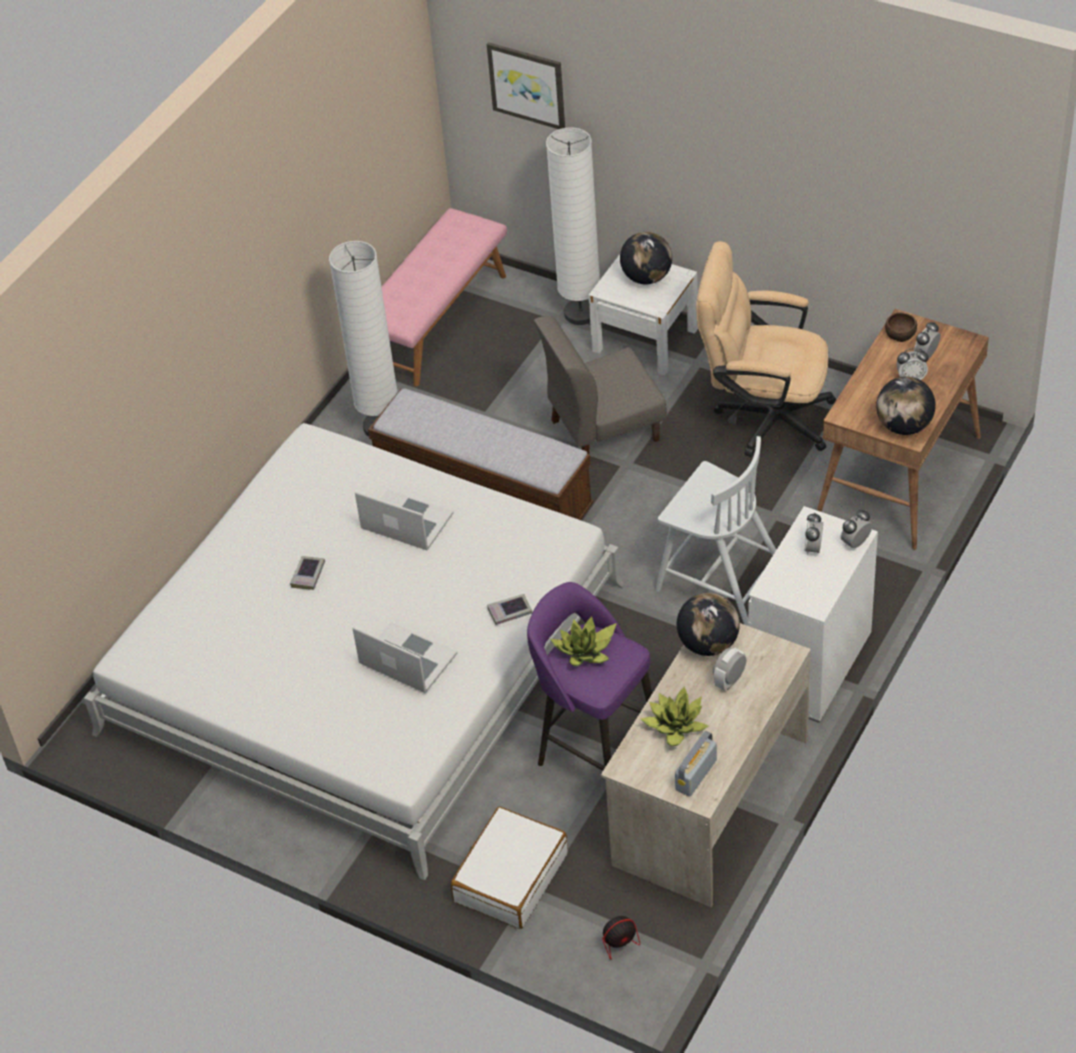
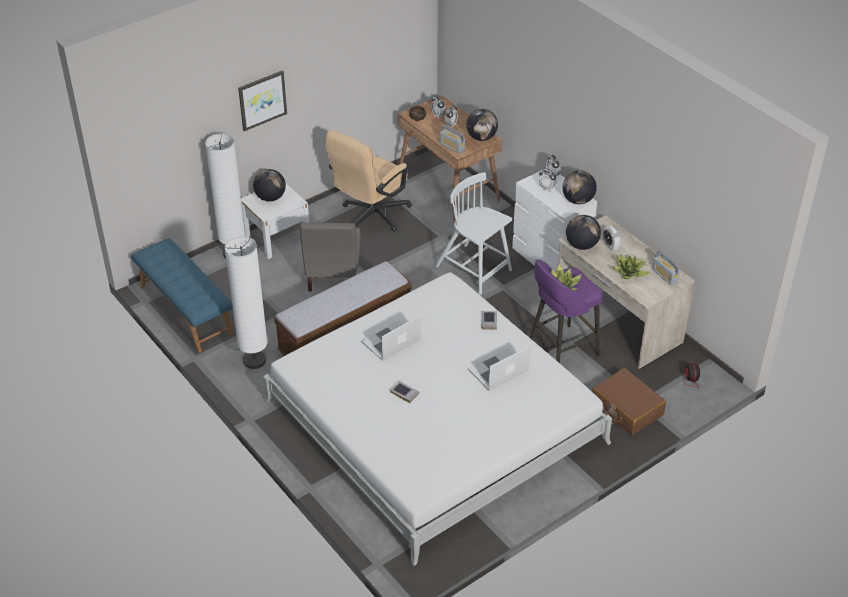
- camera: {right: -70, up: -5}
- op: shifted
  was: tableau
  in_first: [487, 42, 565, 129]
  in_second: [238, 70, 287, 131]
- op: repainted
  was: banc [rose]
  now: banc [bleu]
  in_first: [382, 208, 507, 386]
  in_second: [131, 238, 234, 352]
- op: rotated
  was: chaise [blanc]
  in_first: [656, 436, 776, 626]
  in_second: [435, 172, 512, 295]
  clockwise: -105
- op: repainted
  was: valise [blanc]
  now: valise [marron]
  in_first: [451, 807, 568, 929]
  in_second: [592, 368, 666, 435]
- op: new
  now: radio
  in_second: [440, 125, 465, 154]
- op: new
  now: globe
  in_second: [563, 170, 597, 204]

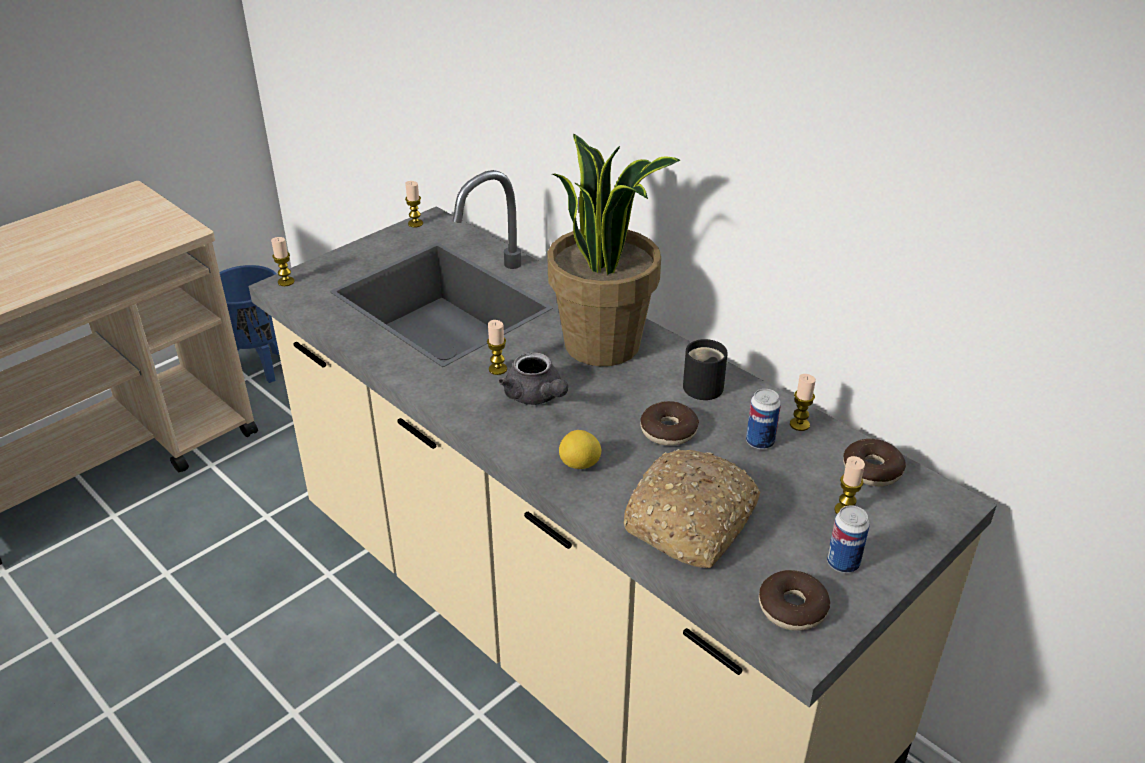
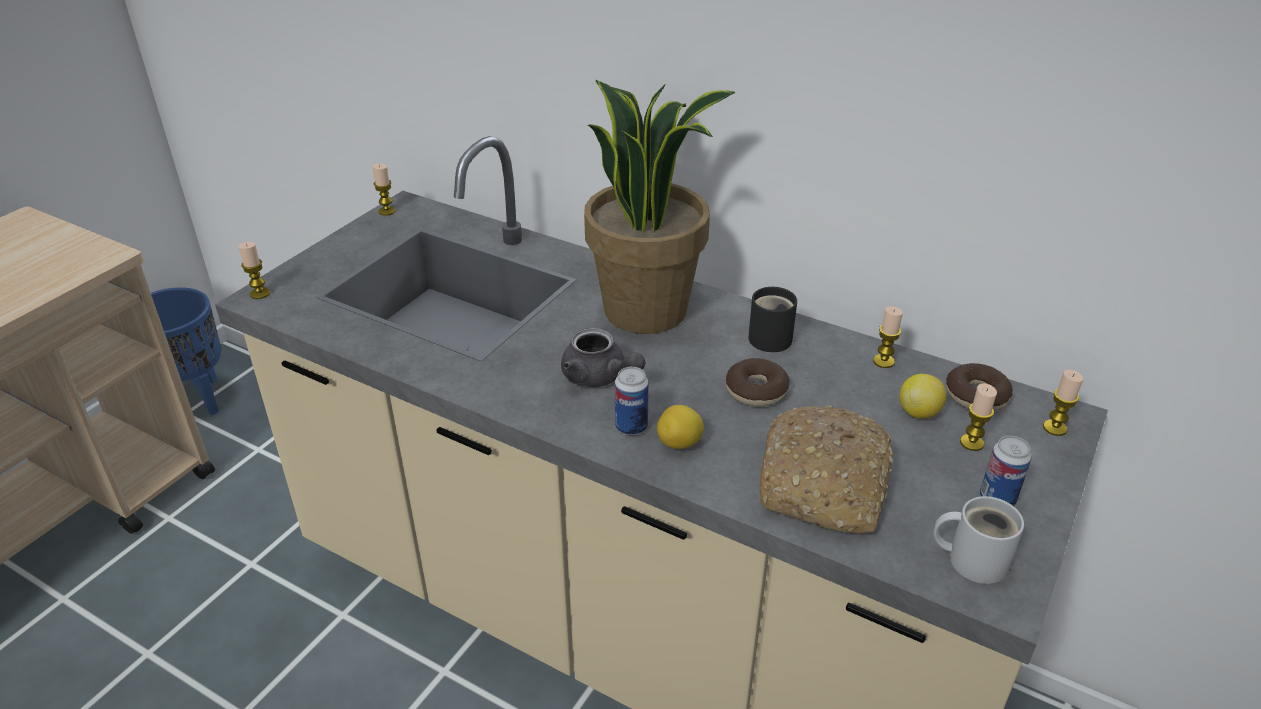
- camera: {right: -15, up: 0}
- op: shifted
  was: bougie
  in_first: [487, 320, 507, 375]
  in_second: [1043, 370, 1083, 436]
- op: shifted
  was: boîte métallique
  in_first: [746, 389, 781, 449]
  in_second: [615, 367, 649, 435]
- op: swapped
  was: beignet
  now: mug [blanc]
  in_first: [759, 570, 830, 631]
  in_second: [934, 496, 1024, 584]
- op: new
  now: citron
  in_second: [900, 374, 946, 419]

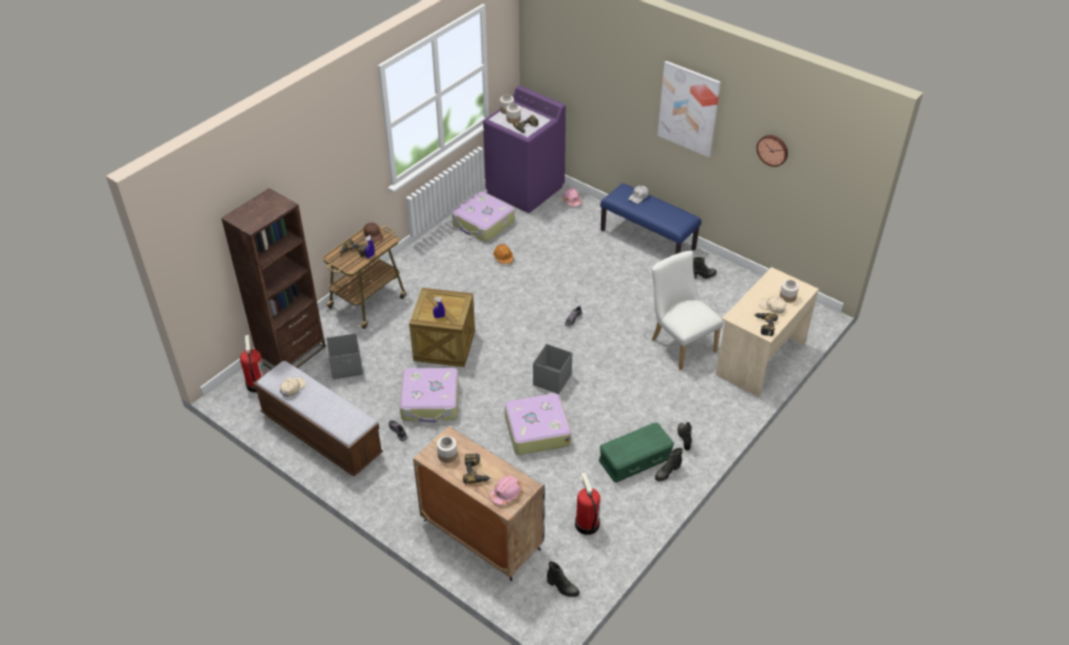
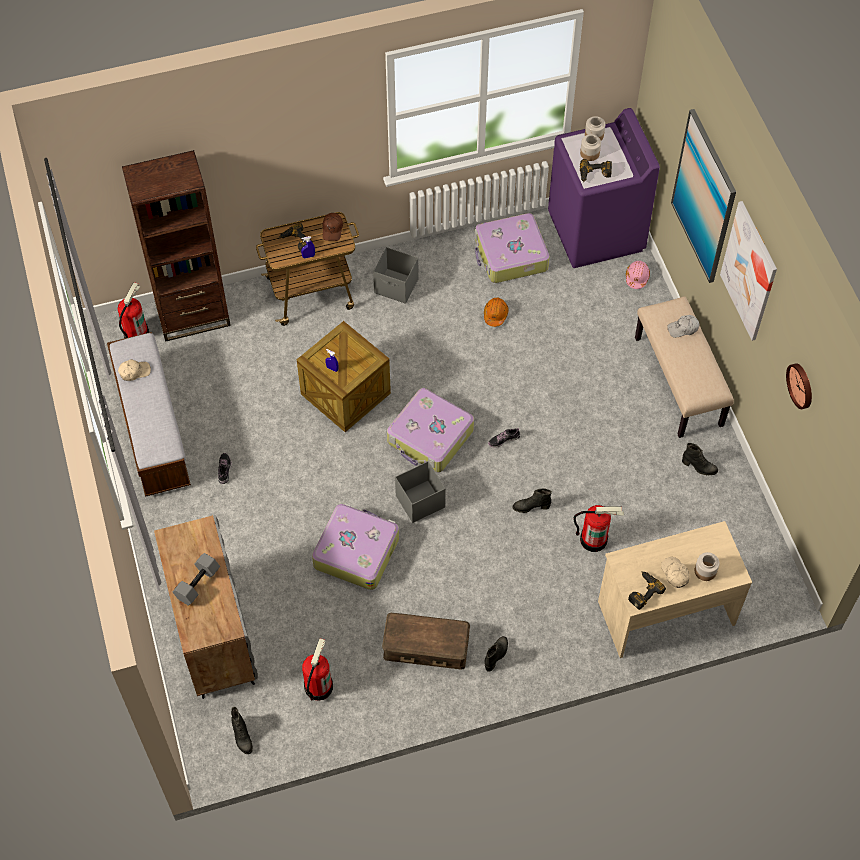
- camera: {right: 35, up: 15}
- op: repainted
  was: banc [bleu]
  now: banc [beige]
  in_first: [600, 183, 701, 254]
  in_second: [635, 296, 734, 438]
- op: swapped
  was: chaise [blanc]
  now: extincteur
  in_first: [652, 251, 723, 370]
  in_second: [573, 505, 624, 552]
- op: shifted
  was: boîte de rangement [gris]
  in_first: [326, 333, 363, 380]
  in_second: [373, 247, 419, 304]
- op: shifted
  was: valise
  in_first: [399, 368, 459, 423]
  in_second: [387, 388, 474, 473]
- op: repainted
  was: boîte de rangement [vert]
  now: boîte de rangement [marron]
  in_first: [599, 423, 674, 482]
  in_second: [382, 613, 470, 670]
- op: gone
  was: bocal
  in_first: [437, 436, 457, 463]
- op: shifted
  was: botte [noir]
  in_first: [655, 448, 683, 481]
  in_second: [513, 488, 552, 513]
- op: swapped
  was: perceuse
  now: haltère [gris]
  in_first: [463, 454, 491, 484]
  in_second: [173, 553, 220, 605]
- op: gone
  was: casque de chantier [rose]
  in_first: [490, 475, 522, 505]
- op: new
  now: tableau
  in_second: [671, 109, 736, 283]

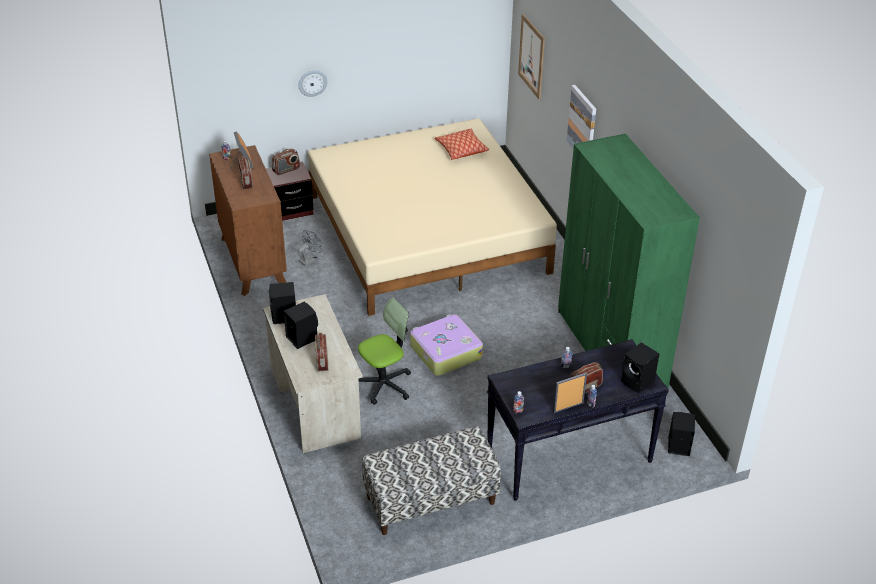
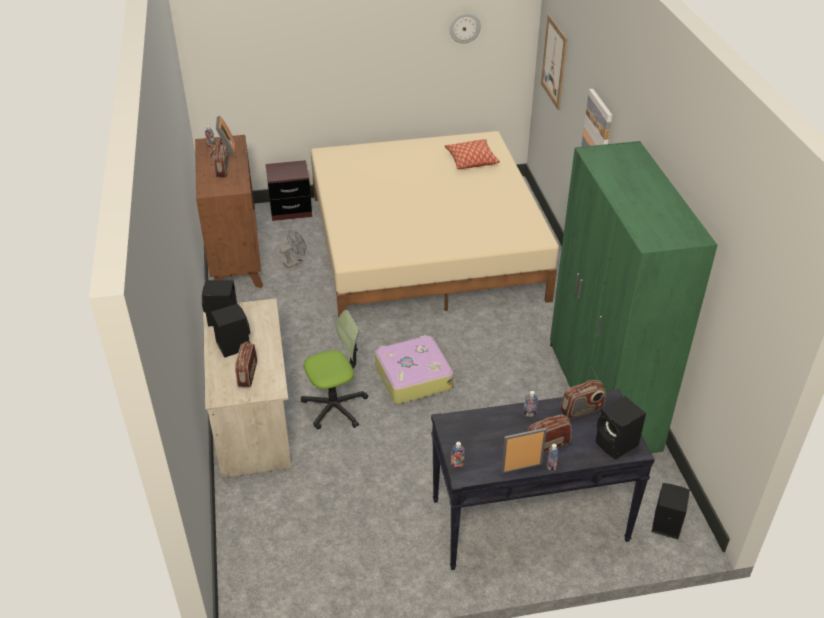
- camera: {right: 10, up: 0}
- op: shifted
  was: horloge murale
  in_first: [298, 70, 327, 97]
  in_second: [450, 13, 481, 44]
- op: shifted
  was: radio
  in_first: [272, 149, 300, 175]
  in_second: [560, 380, 606, 419]
- op: gone
  was: banc
  in_first: [362, 426, 501, 535]

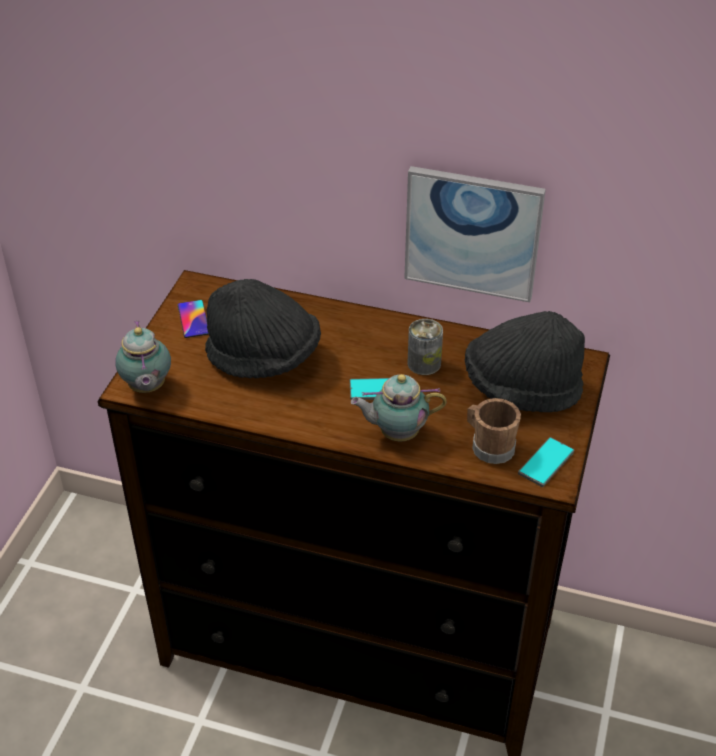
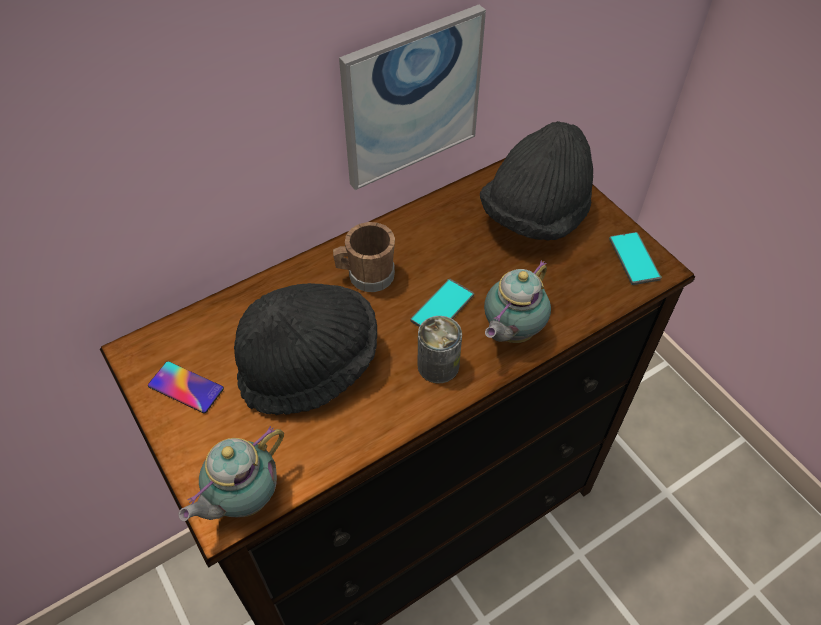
- camera: {right: -50, up: 10}
- op: shifted
  was: boîte métallique
  in_first: [407, 319, 443, 375]
  in_second: [418, 316, 462, 384]
- op: rotated
  was: théière
  in_first: [115, 320, 171, 393]
  in_second: [179, 426, 284, 521]
  clockwise: 105
- op: shifted
  was: mug [marron]
  in_first: [467, 398, 521, 464]
  in_second: [333, 222, 395, 292]

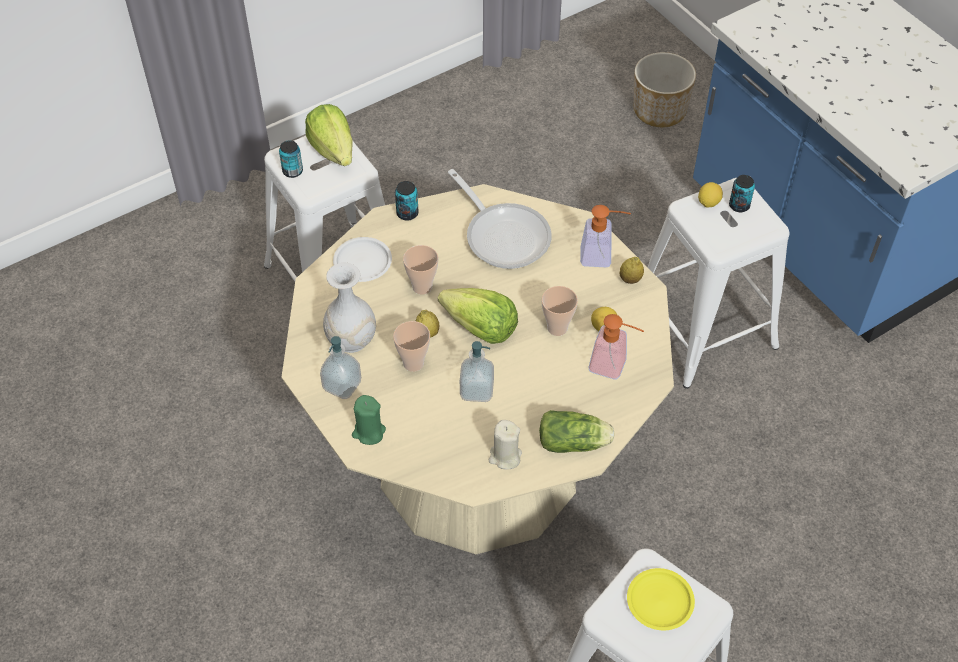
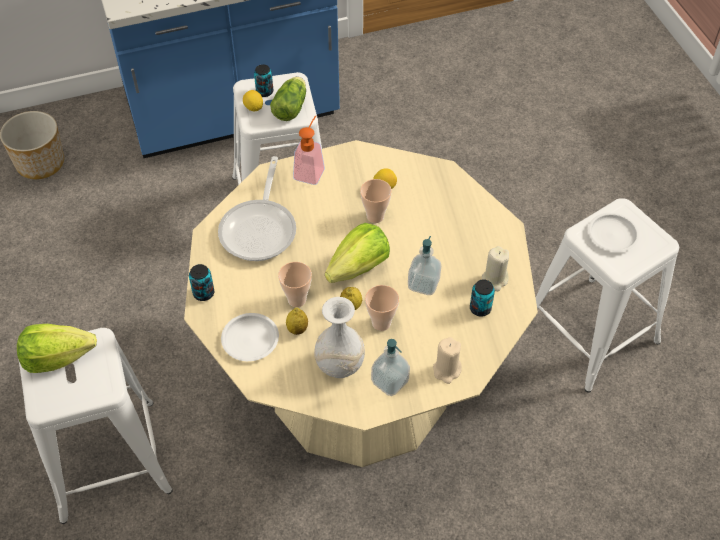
- camera: {right: -75, up: 0}
- op: shifted
  was: boîte métallique
  in_first: [279, 140, 303, 178]
  in_second: [470, 279, 495, 317]
- op: rotated
  was: poêle
  in_first: [448, 169, 552, 269]
  in_second: [218, 156, 296, 261]
  clockwise: 120
- op: shifted
  was: citron
  in_first: [620, 257, 644, 284]
  in_second: [286, 308, 308, 335]
- op: gone
  was: distributeur de savon
  in_first: [589, 314, 644, 379]
- op: repainted
  was: bougie [vert]
  now: bougie [beige]
  in_first: [352, 395, 386, 445]
  in_second: [433, 337, 462, 384]
- op: shifted
  was: laitue
  in_first: [539, 410, 615, 453]
  in_second: [270, 77, 306, 121]
- op: repainted
  was: assiette [jaune]
  now: assiette [blanc]
  in_first: [627, 568, 695, 630]
  in_second: [588, 213, 639, 252]

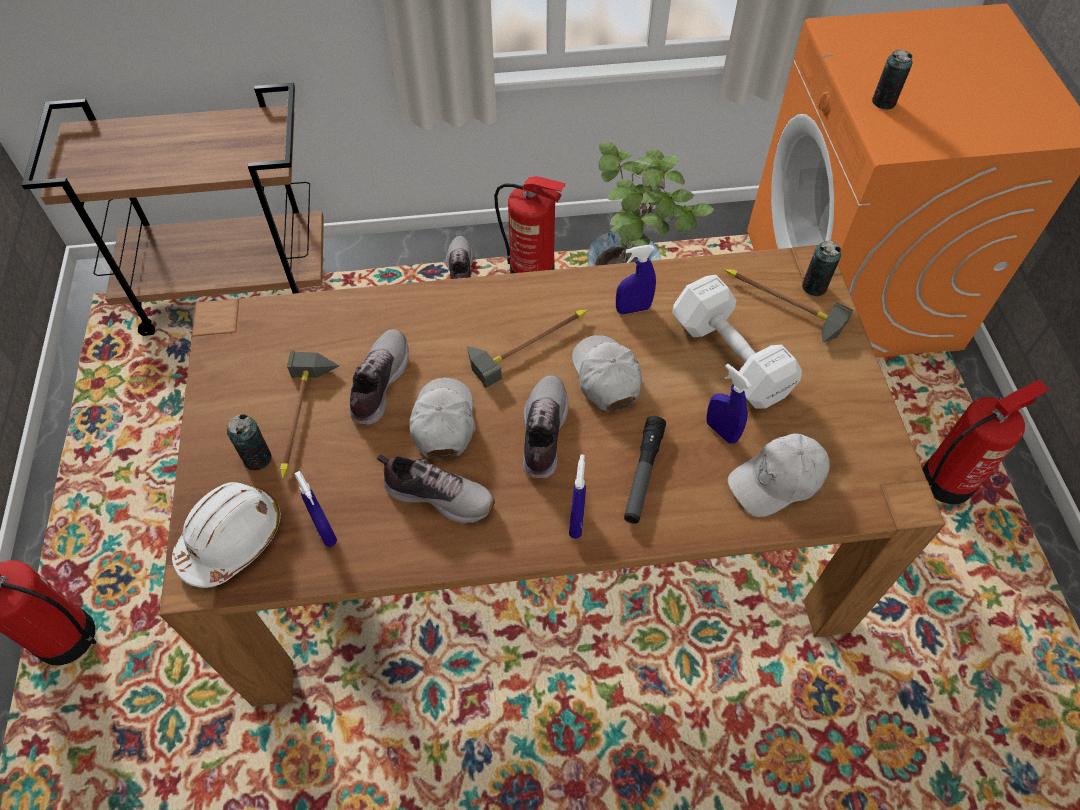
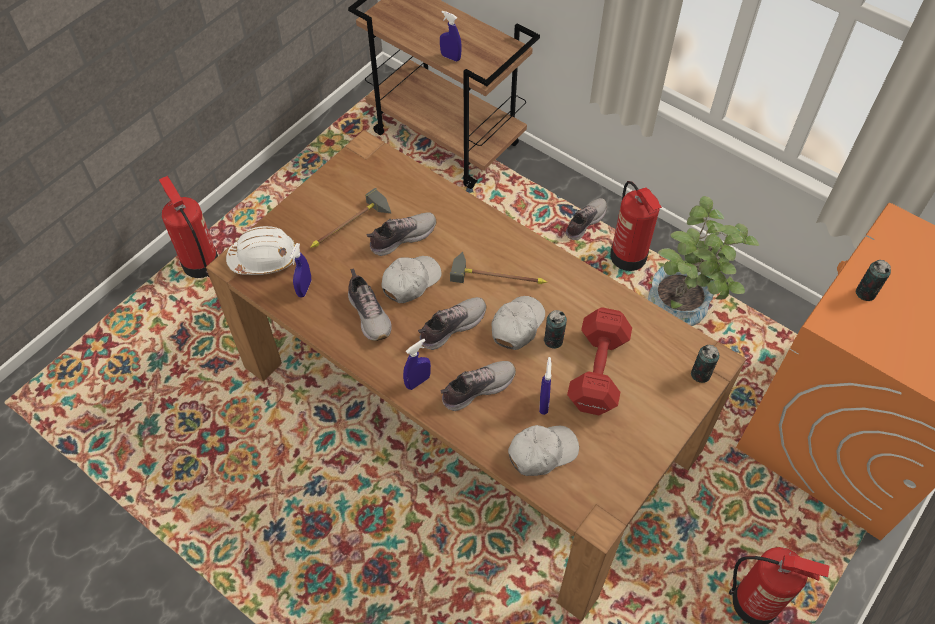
- camera: {right: 45, up: 0}
- op: shifted
  was: vaporisateur [bleu]
  in_first: [616, 245, 656, 314]
  in_second: [440, 11, 462, 61]
- op: gone
  was: marteau
  in_first: [724, 269, 853, 342]
- op: repainted
  was: haltère [blanc]
  now: haltère [rouge]
  in_first: [672, 275, 802, 409]
  in_second: [567, 307, 632, 415]
- op: shifted
  was: boîte métallique
  in_first: [227, 414, 272, 471]
  in_second: [544, 310, 567, 349]
- op: swapped
  was: lampe de poche
  now: chaussure
  in_first: [624, 416, 666, 524]
  in_second: [440, 361, 516, 411]
- op: rotated
  was: casquette [blanc]
  in_first: [728, 433, 830, 517]
  in_second: [508, 425, 579, 476]
  clockwise: 135

